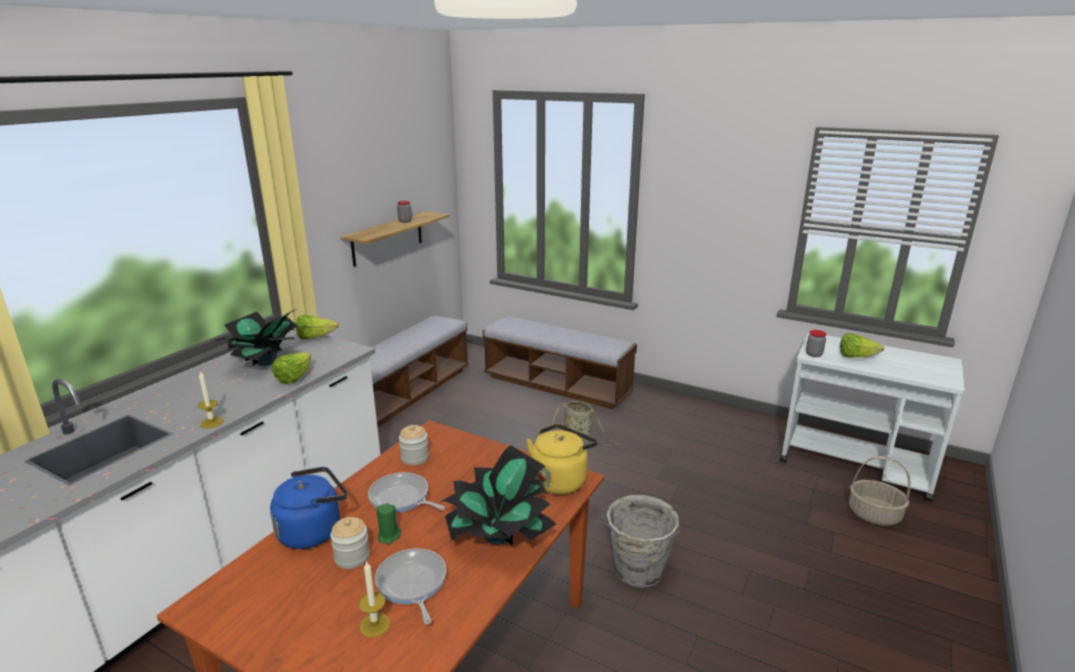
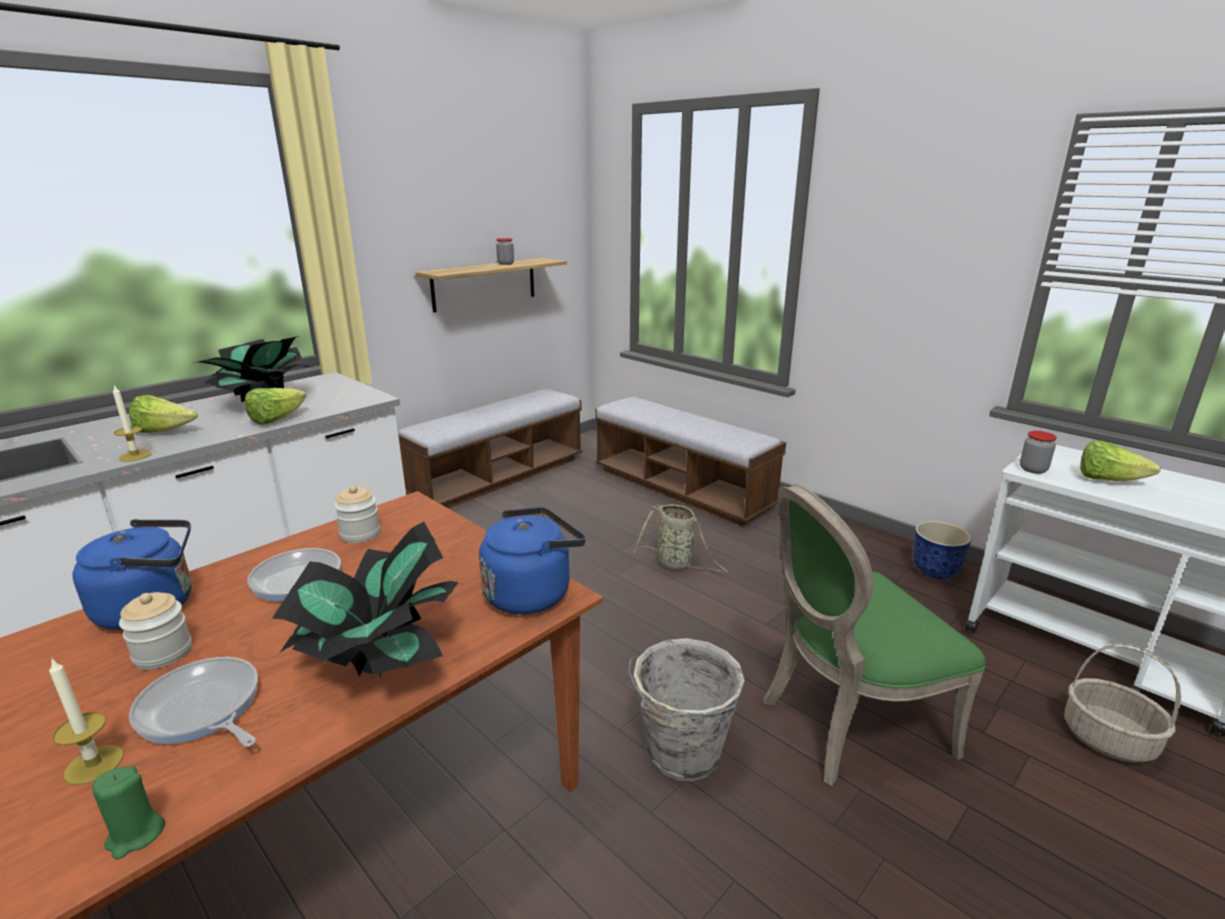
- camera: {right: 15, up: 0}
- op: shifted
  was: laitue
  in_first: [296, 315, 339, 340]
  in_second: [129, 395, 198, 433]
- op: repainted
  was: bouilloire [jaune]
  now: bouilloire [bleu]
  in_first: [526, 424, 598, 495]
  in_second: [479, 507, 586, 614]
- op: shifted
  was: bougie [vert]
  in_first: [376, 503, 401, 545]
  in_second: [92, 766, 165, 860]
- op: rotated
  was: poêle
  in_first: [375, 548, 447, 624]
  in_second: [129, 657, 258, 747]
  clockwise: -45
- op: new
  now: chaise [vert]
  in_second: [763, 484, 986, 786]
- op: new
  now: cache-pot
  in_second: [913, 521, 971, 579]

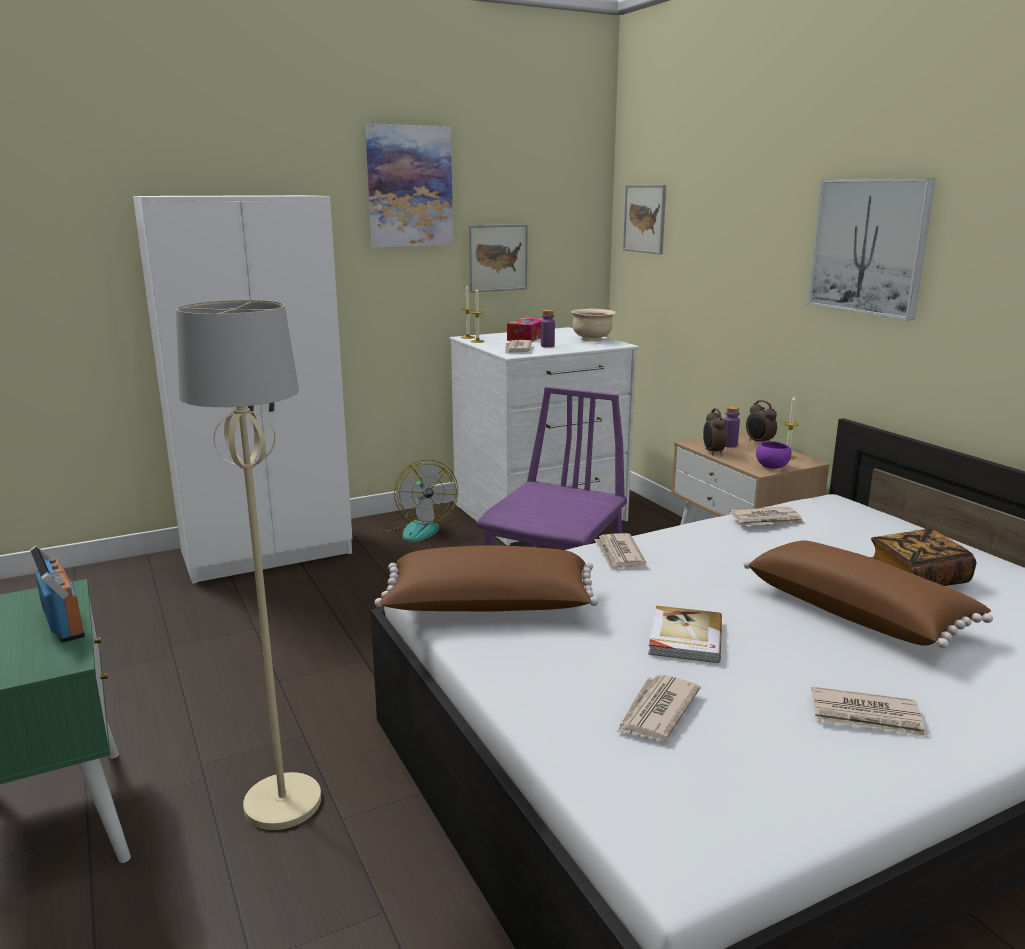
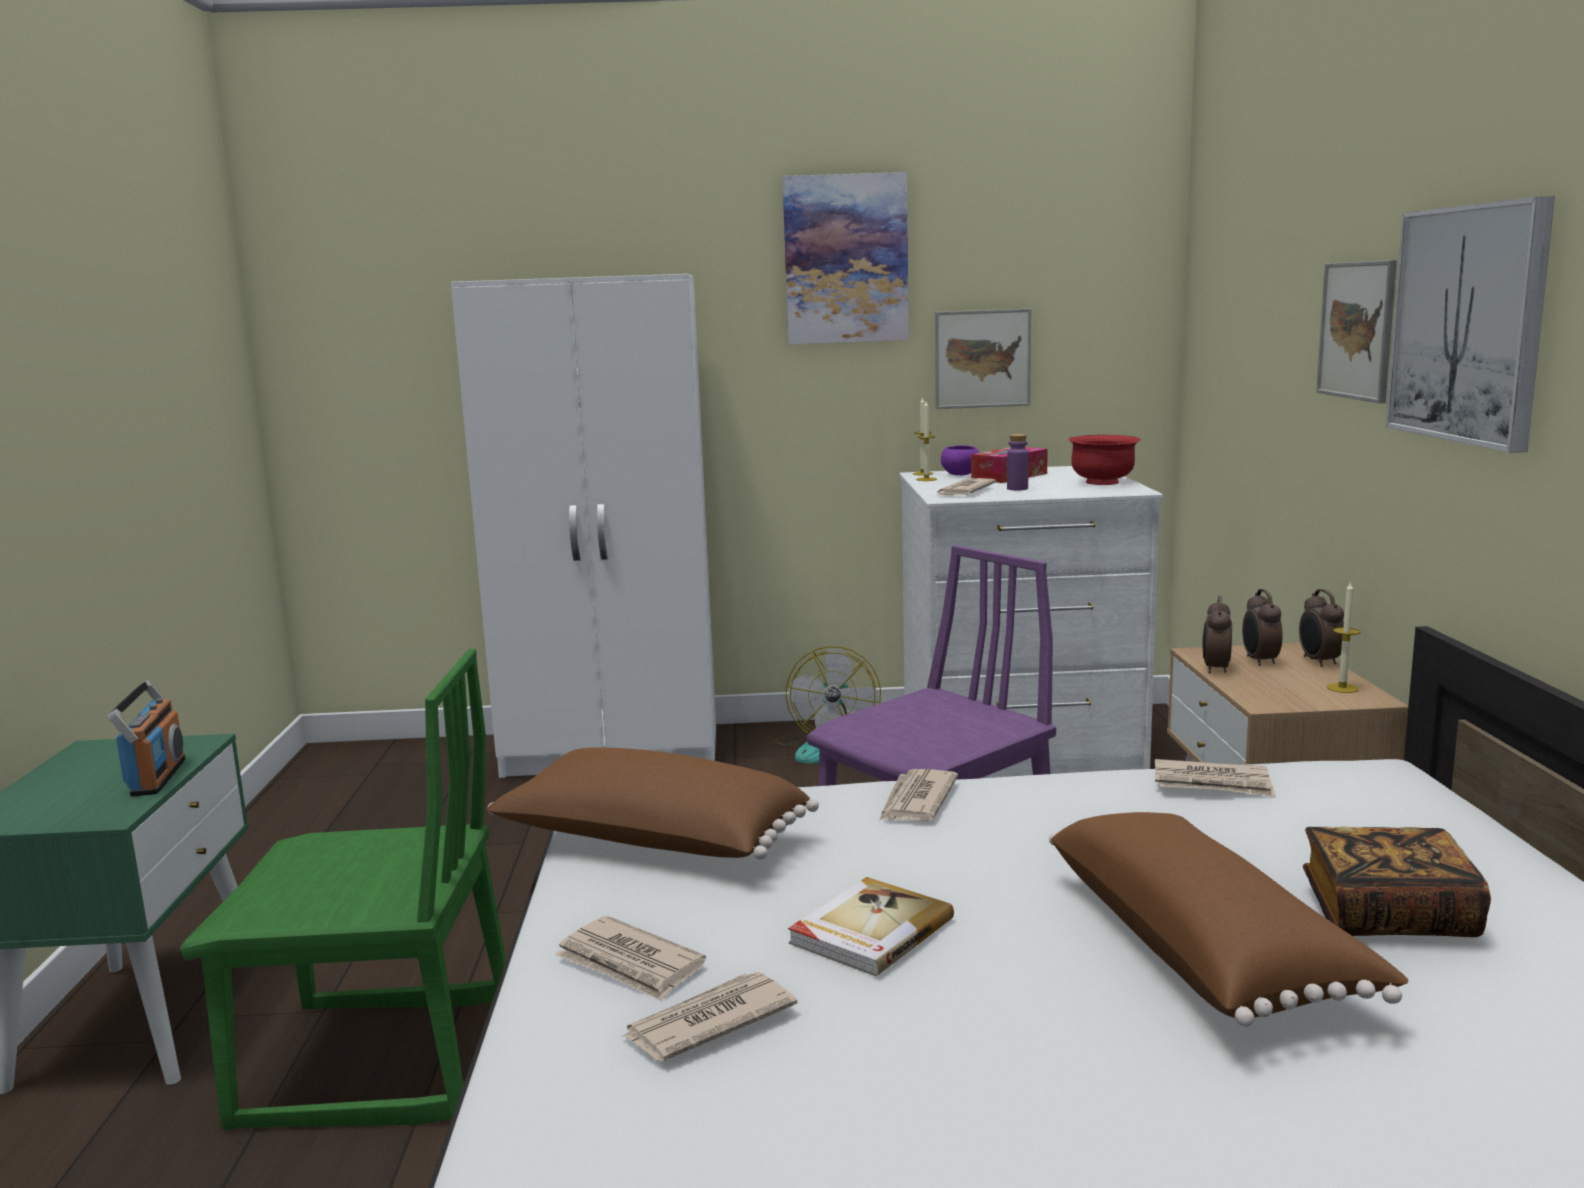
- camera: {right: 25, up: -5}
- op: shifted
  was: tableau
  in_first: [623, 185, 666, 254]
  in_second: [1316, 260, 1397, 403]
- op: swapped
  was: lampadaire [beige]
  now: chaise [vert]
  in_first: [176, 300, 321, 830]
  in_second: [180, 649, 506, 1130]
- op: repainted
  was: bol [beige]
  now: bol [rouge]
  in_first: [571, 309, 616, 341]
  in_second: [1068, 435, 1140, 485]
- op: swapped
  was: bouteille [violet]
  now: réveil
  in_first: [724, 406, 740, 448]
  in_second: [1242, 589, 1283, 666]
- op: shifted
  was: bol [violet]
  in_first: [756, 441, 792, 469]
  in_second: [941, 445, 979, 475]
- op: shifted
  was: journal
  in_first: [812, 687, 928, 737]
  in_second: [555, 916, 706, 1001]

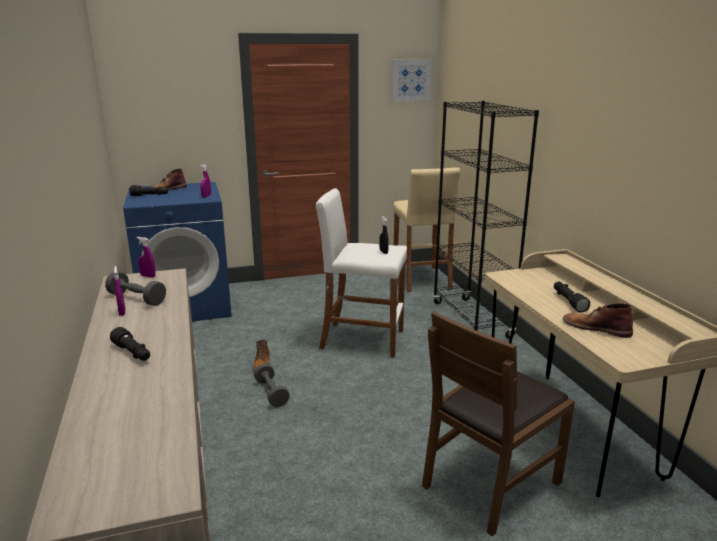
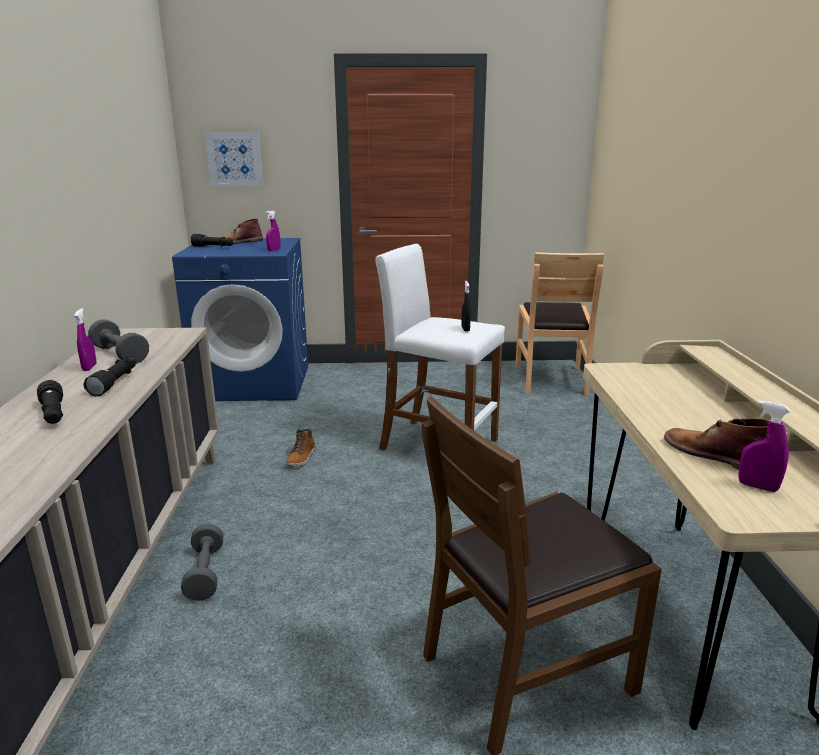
- camera: {right: 15, up: 0}
- op: shifted
  was: tableau
  in_first: [392, 59, 432, 102]
  in_second: [204, 131, 263, 187]
- op: gone
  was: bibliothèque [noir]
  in_first: [433, 101, 539, 339]
- op: swapped
  was: tabouret [beige]
  now: chaise [marron]
  in_first: [394, 167, 460, 292]
  in_second: [515, 252, 604, 396]
- op: shifted
  was: vaporisateur [violet]
  in_first: [137, 237, 156, 278]
  in_second: [738, 401, 790, 492]
- op: shifted
  was: lampe de poche [noir]
  in_first: [554, 282, 590, 313]
  in_second: [84, 356, 136, 396]
- op: shifted
  was: haltère [gris]
  in_first: [254, 363, 290, 407]
  in_second: [181, 524, 224, 601]

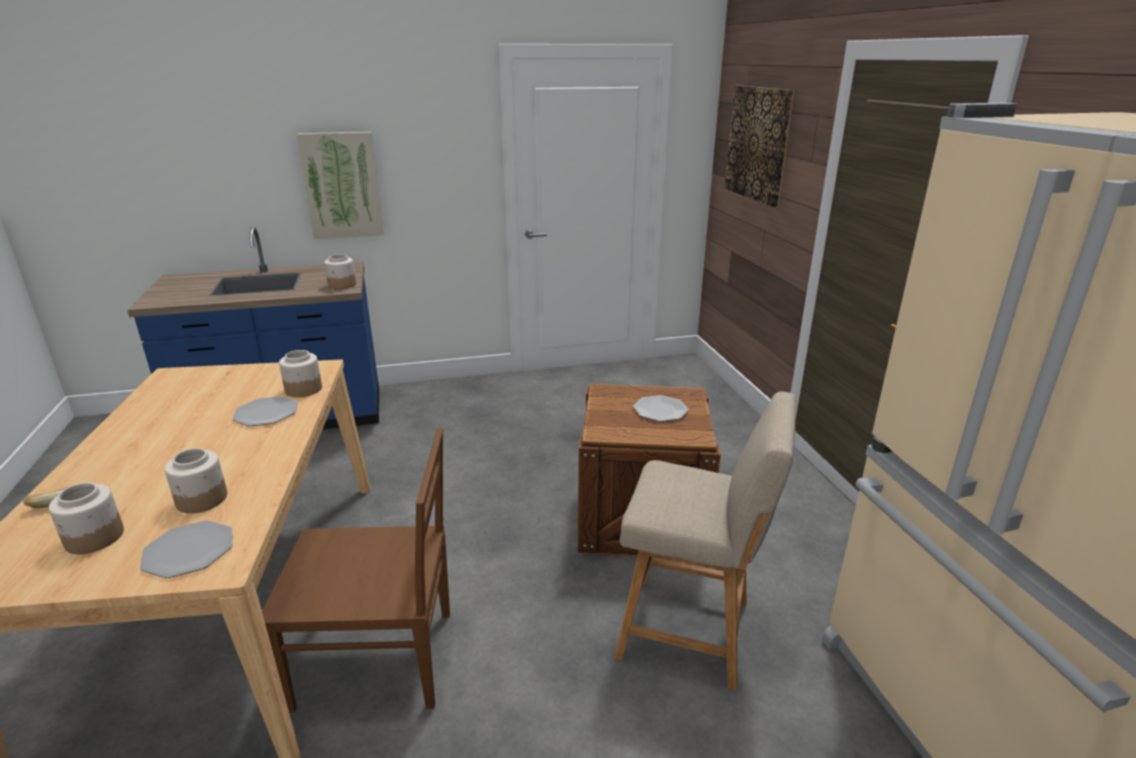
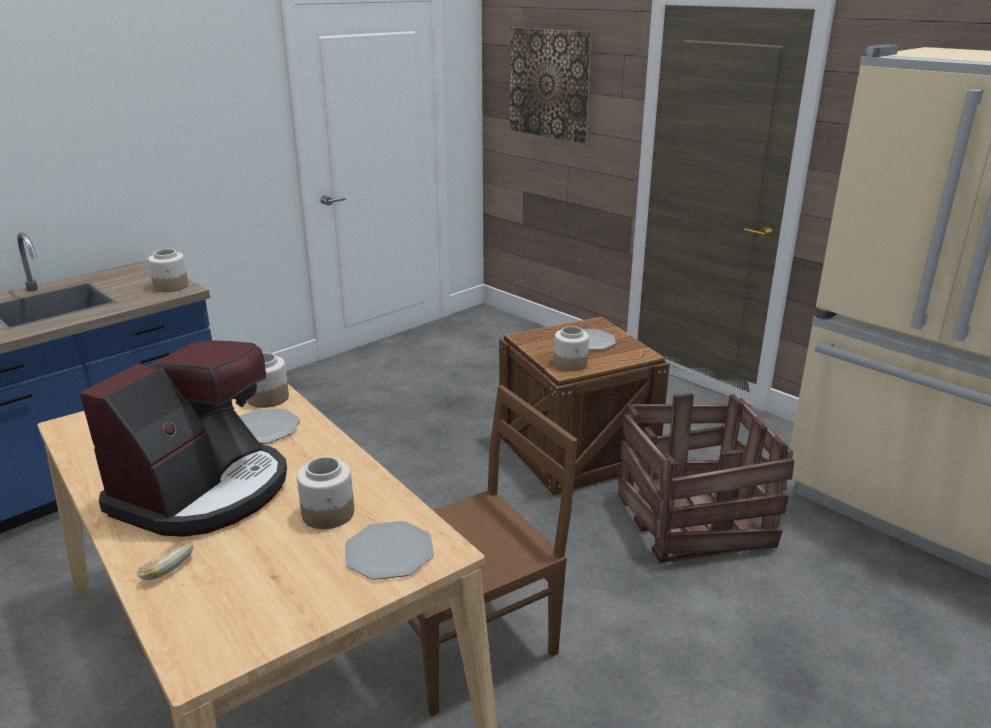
- camera: {right: -30, up: 0}
- op: gone
  was: tableau
  in_first: [297, 132, 384, 239]
- op: swapped
  was: chaise [beige]
  now: caisse
  in_first: [615, 391, 796, 690]
  in_second: [618, 393, 794, 563]
- op: shifted
  was: bocal
  in_first: [49, 483, 124, 554]
  in_second: [554, 326, 589, 371]
- op: new
  now: machine à café
  in_second: [80, 340, 287, 537]

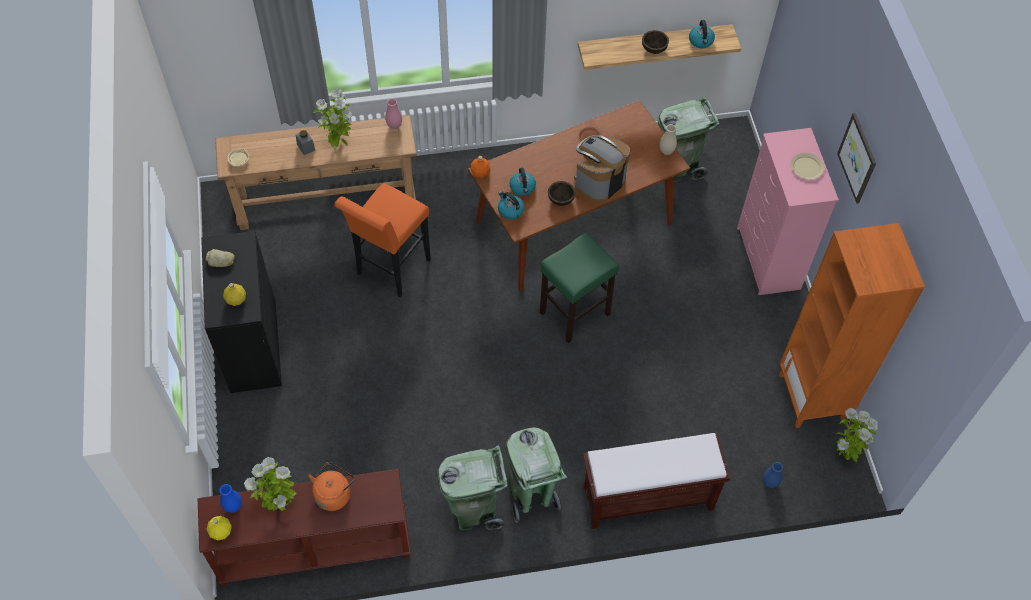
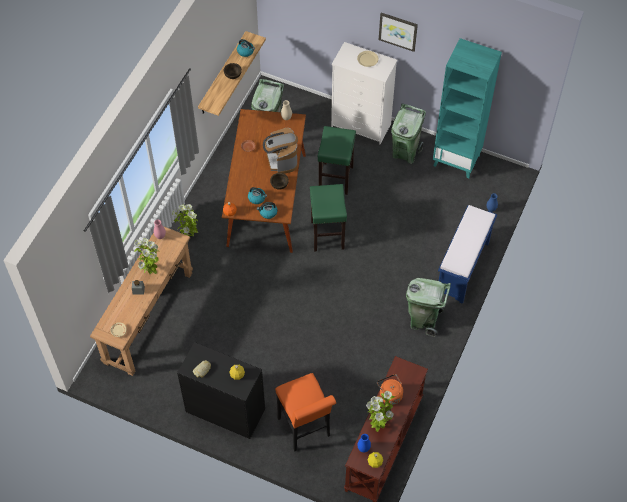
- camera: {right: -55, up: 0}
- op: repainted
  was: commode [rose]
  now: commode [blanc]
  in_first: [737, 128, 839, 295]
  in_second: [331, 42, 398, 144]
- op: shifted
  was: tabouret [orange]
  in_first: [334, 184, 431, 297]
  in_second: [275, 373, 336, 452]
- op: repainted
  was: bibliothèque [orange]
  now: bibliothèque [turquoise]
  in_first: [779, 223, 925, 428]
  in_second: [433, 38, 502, 178]
- op: shifted
  was: plante en pot
  in_first: [836, 408, 878, 463]
  in_second: [172, 204, 198, 236]
- op: repainted
  was: banc [marron]
  now: banc [bleu]
  in_first: [583, 433, 731, 529]
  in_second: [438, 205, 497, 304]
- op: shifted
  was: poubelle [vert]
  in_first: [438, 445, 508, 530]
  in_second: [391, 104, 426, 164]
- op: new
  now: tabouret [vert]
  in_second: [318, 126, 356, 195]

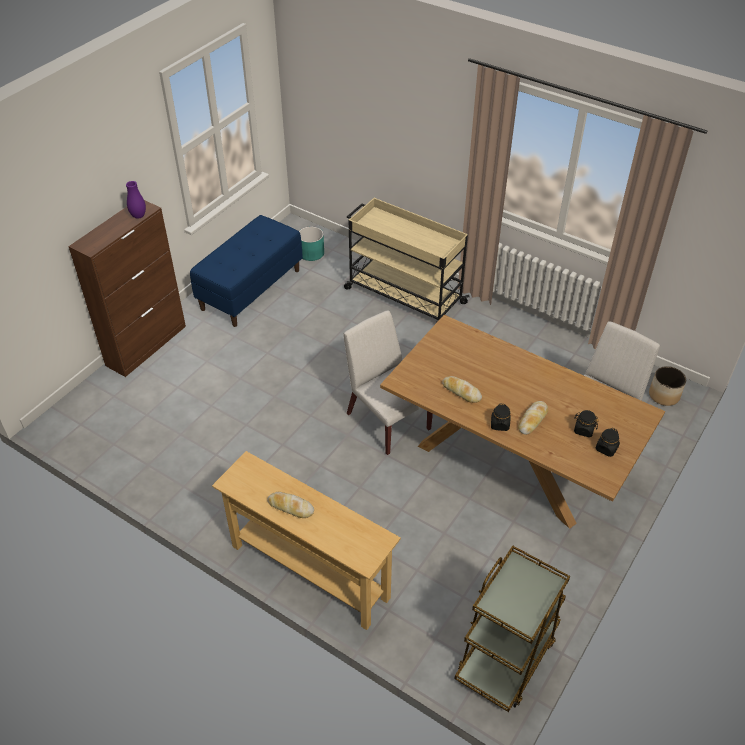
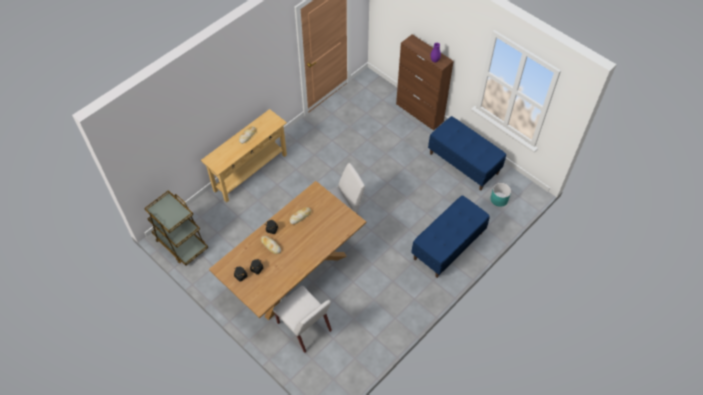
- camera: {right: 100, up: 10}
- op: swapped
  was: chariot [beige]
  now: banc [bleu]
  in_first: [344, 198, 470, 322]
  in_second: [411, 195, 490, 278]
- op: gone
  was: cache-pot
  in_first: [649, 366, 686, 406]

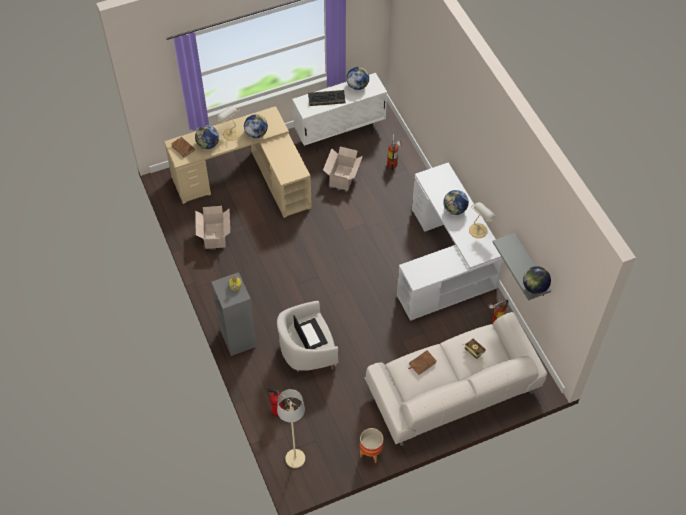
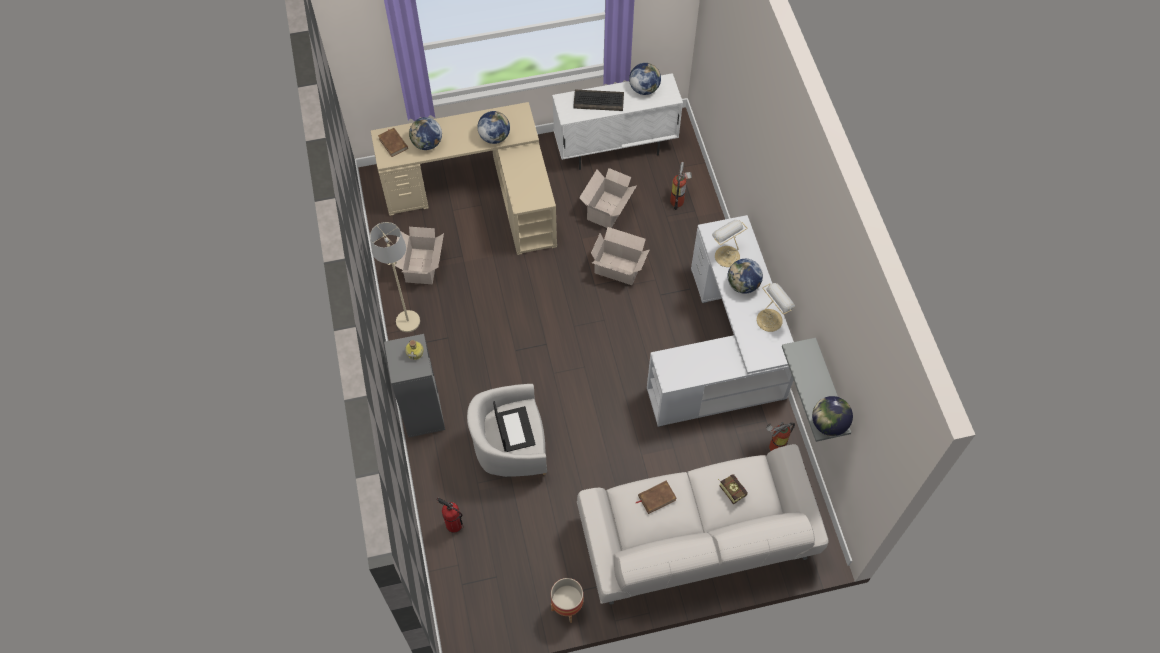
- camera: {right: 10, up: 5}
- op: shifted
  was: lampe de table
  in_first: [216, 106, 241, 141]
  in_second: [712, 220, 747, 267]
- op: shifted
  was: lampadaire [beige]
  in_first: [277, 389, 305, 468]
  in_second: [370, 222, 420, 332]
- op: new
  now: carton
  in_second: [591, 227, 650, 285]

